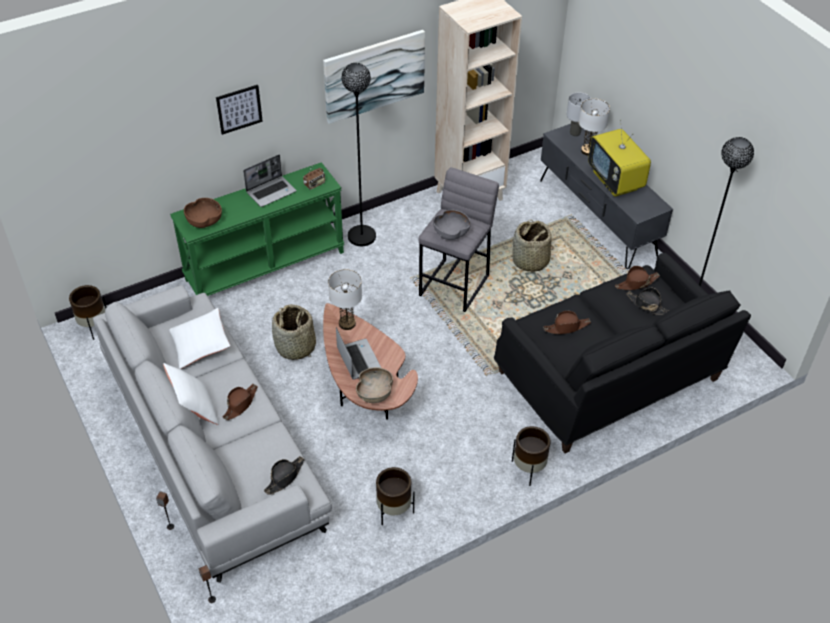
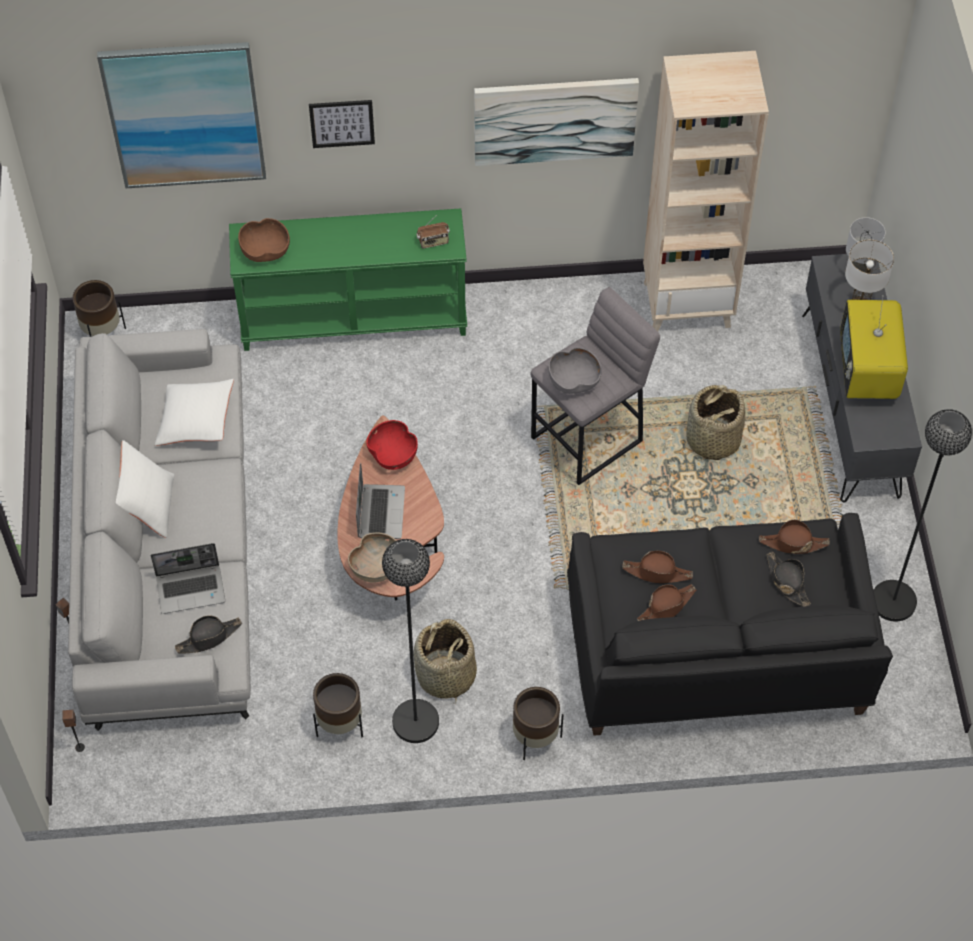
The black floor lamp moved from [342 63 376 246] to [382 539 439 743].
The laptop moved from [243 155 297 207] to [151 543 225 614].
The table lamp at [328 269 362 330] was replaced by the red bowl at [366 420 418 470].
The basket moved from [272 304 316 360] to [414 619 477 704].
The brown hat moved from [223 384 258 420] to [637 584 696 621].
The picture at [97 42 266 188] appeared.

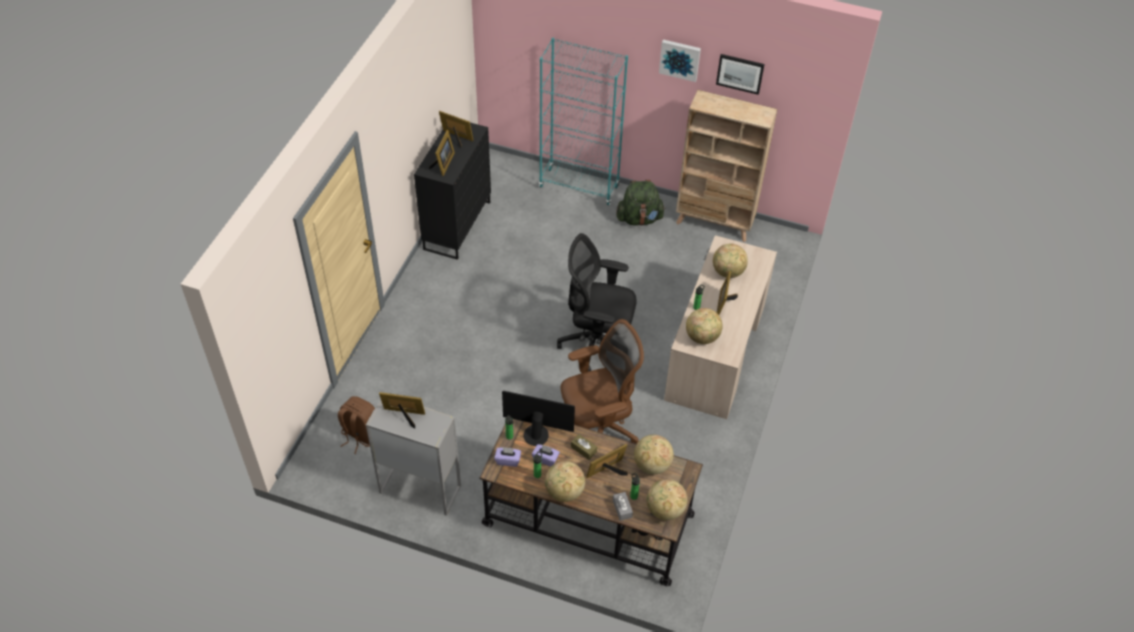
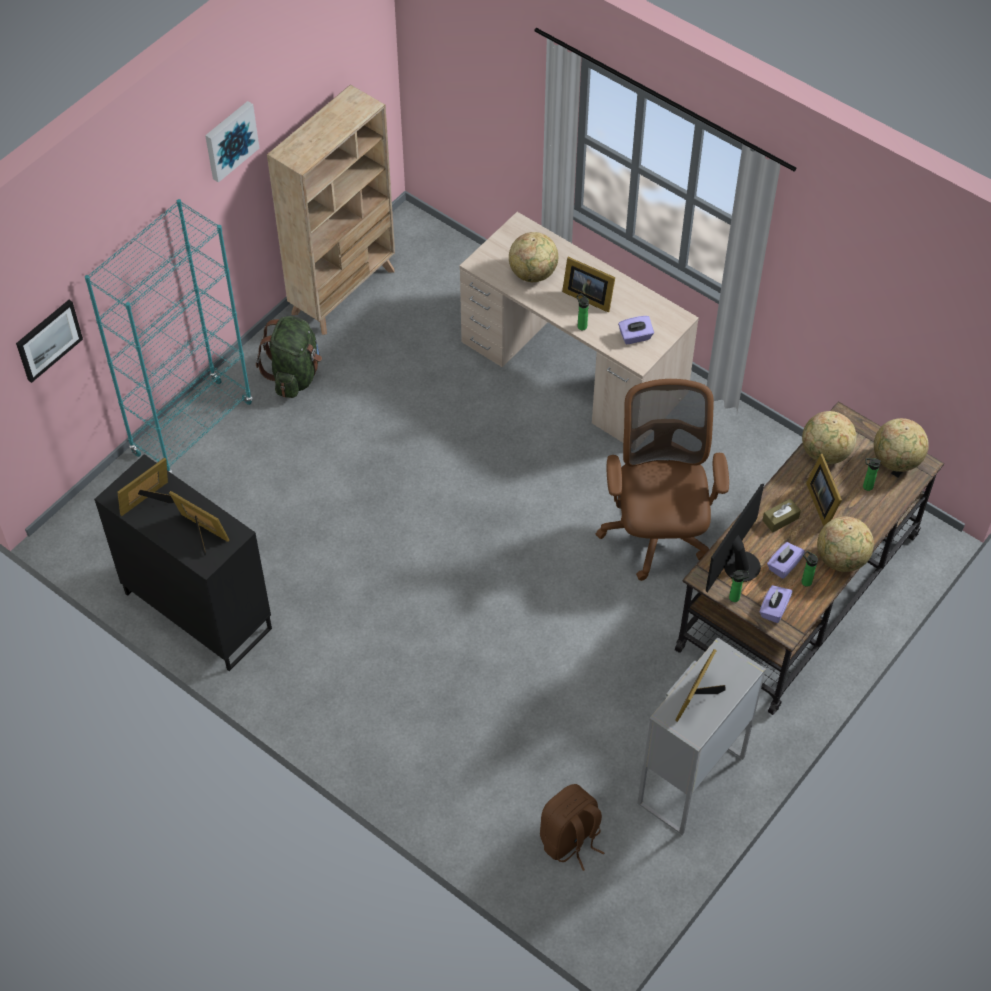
The picture moved from [716 54 764 95] to [16 300 83 383].
The black office chair at [557 233 637 371] disappeared.
The globe at [686 308 723 344] was replaced by the purple tissue box at [618 316 654 345].
The grey tissue box at [613 492 633 521] disappeared.

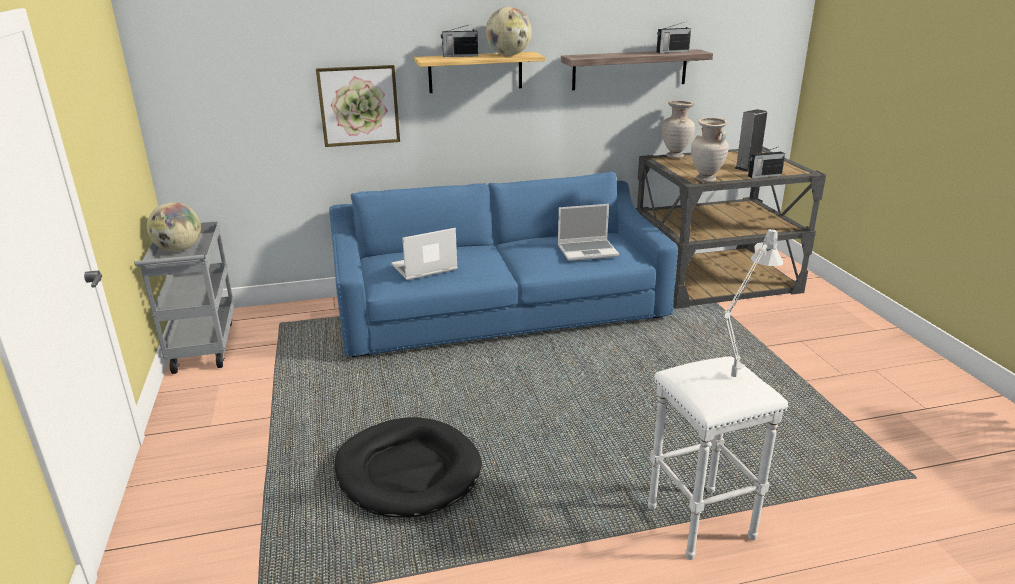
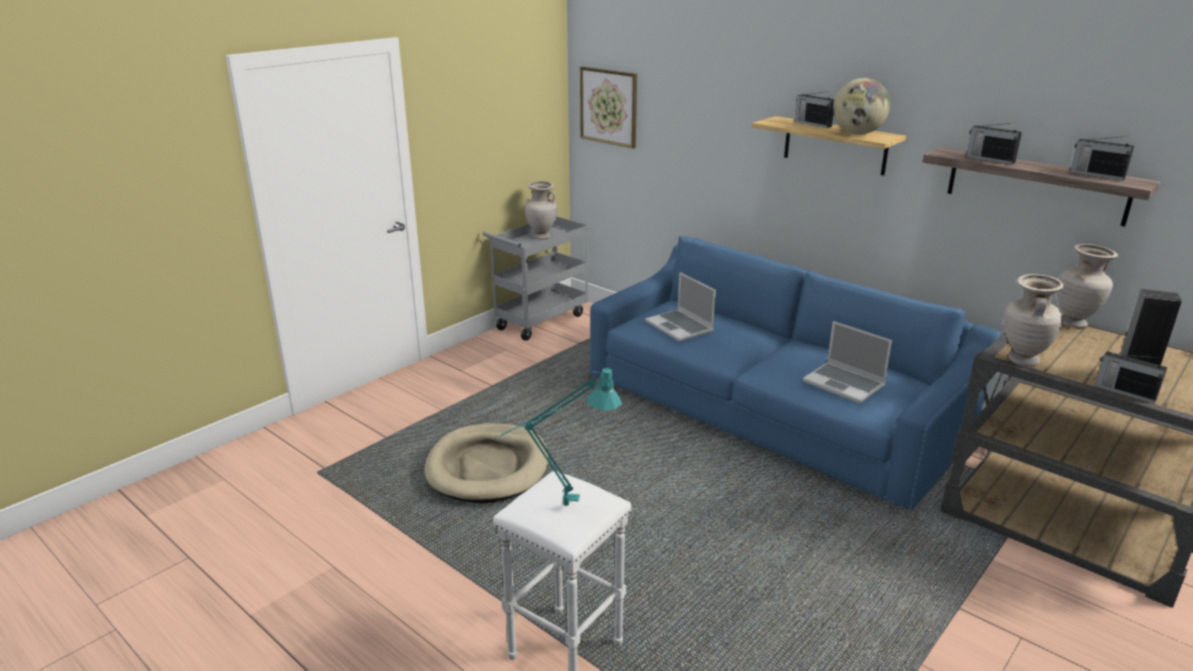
The picture moved from [316 65 400 147] to [580 67 637 149].
The globe at [147 202 201 252] was replaced by the beige vase at [525 181 557 239].
The laptop at [391 228 458 280] turned 150 degrees counterclockwise.
The grey table lamp at [704 229 783 377] became the turquoise table lamp at [494 368 622 506].
The black dog bed at [334 417 482 518] became the beige dog bed at [424 423 549 504].
The radio at [966 123 1022 165] appeared.

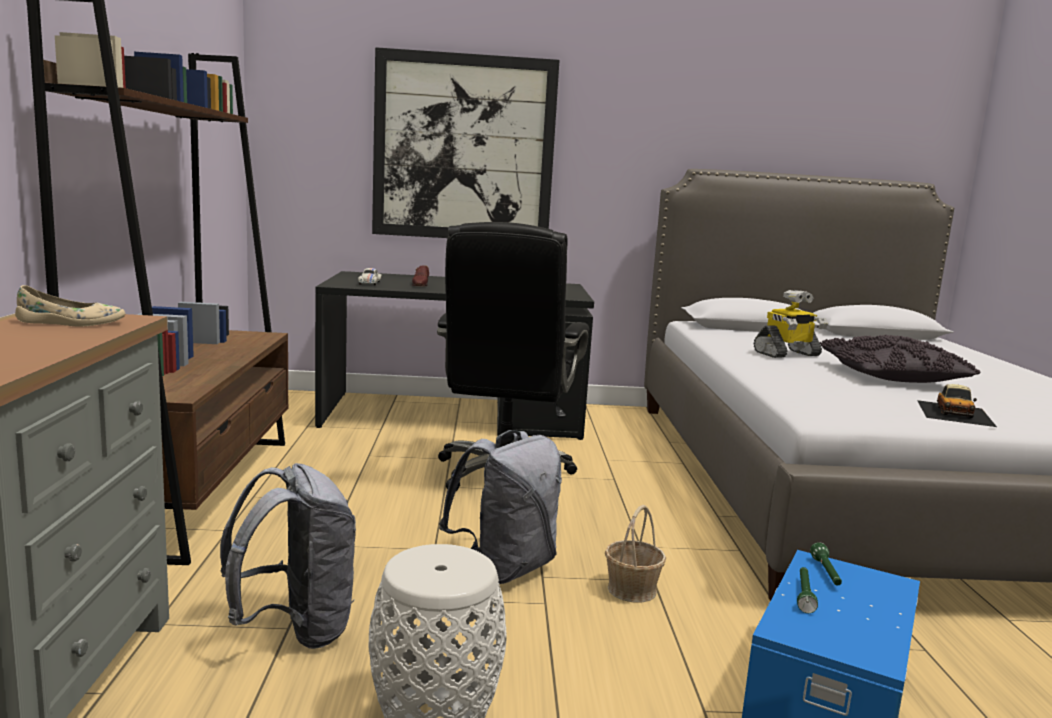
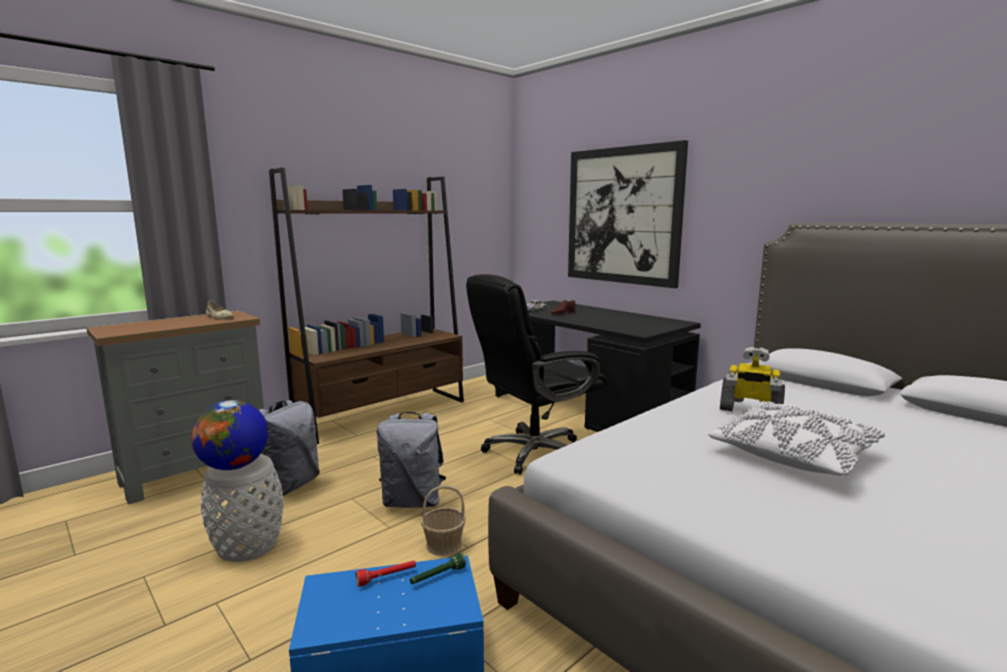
The black pillow at [819 334 981 383] became the white pillow at [708 401 885 476].
The toy car at [917 384 997 427] disappeared.
The green flashlight at [797 567 818 613] became the red flashlight at [356 561 416 587].
The globe at [191 400 268 470] appeared.

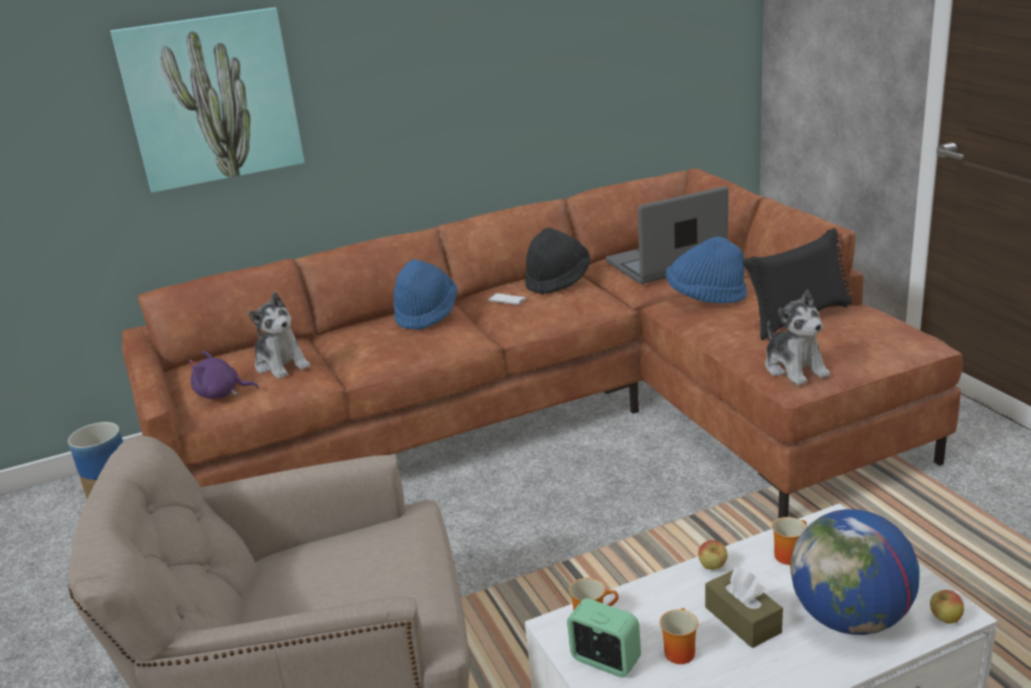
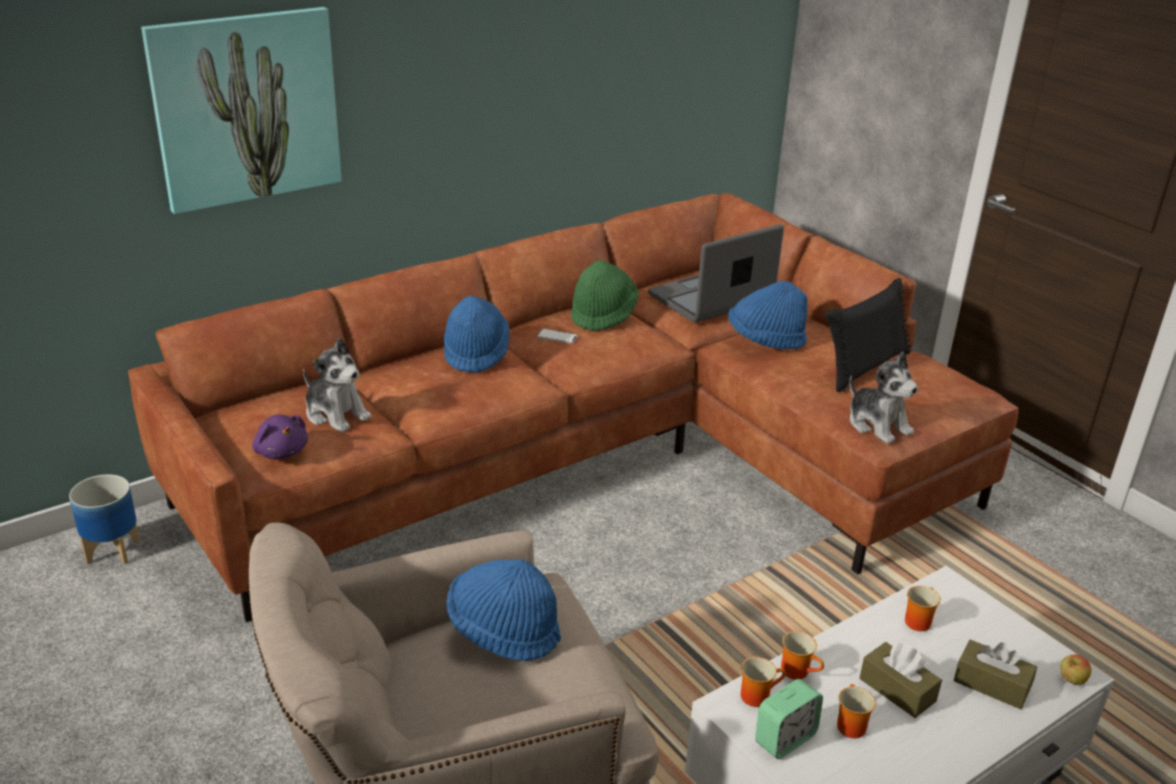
The black hat at [525 228 591 295] became the green hat at [571 260 639 332].
The purple plush toy at [189 351 258 399] turned 120 degrees counterclockwise.
The globe at [790 509 920 635] was replaced by the brown tissue box at [953 639 1037 709].
The apple at [698 540 728 570] disappeared.
The alarm clock at [567 598 641 677] turned 120 degrees clockwise.
The blue hat at [446 559 561 661] appeared.
The mug at [781 631 824 680] appeared.

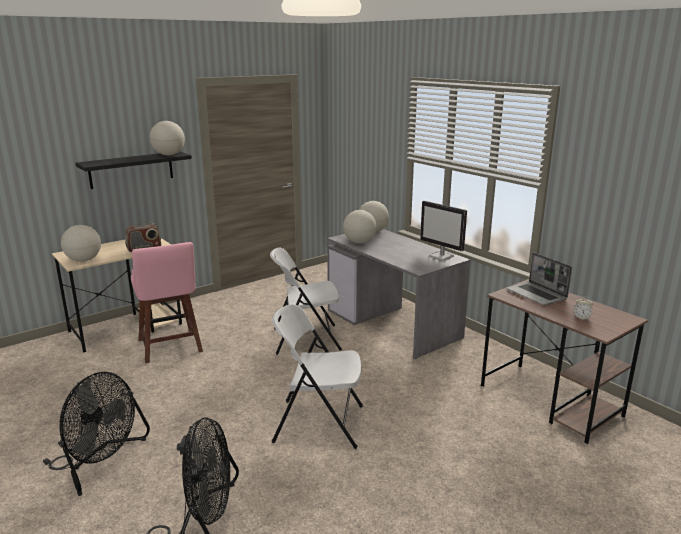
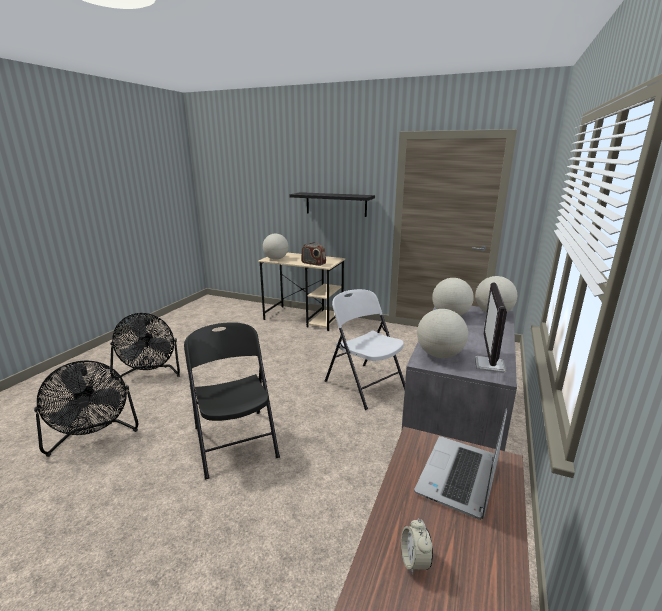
The globe moved from [149 121 185 155] to [417 309 468 358].
The pink stool at [131 242 203 363] disappeared.
The white chair at [272 304 363 449] became the black chair at [184 322 280 480].

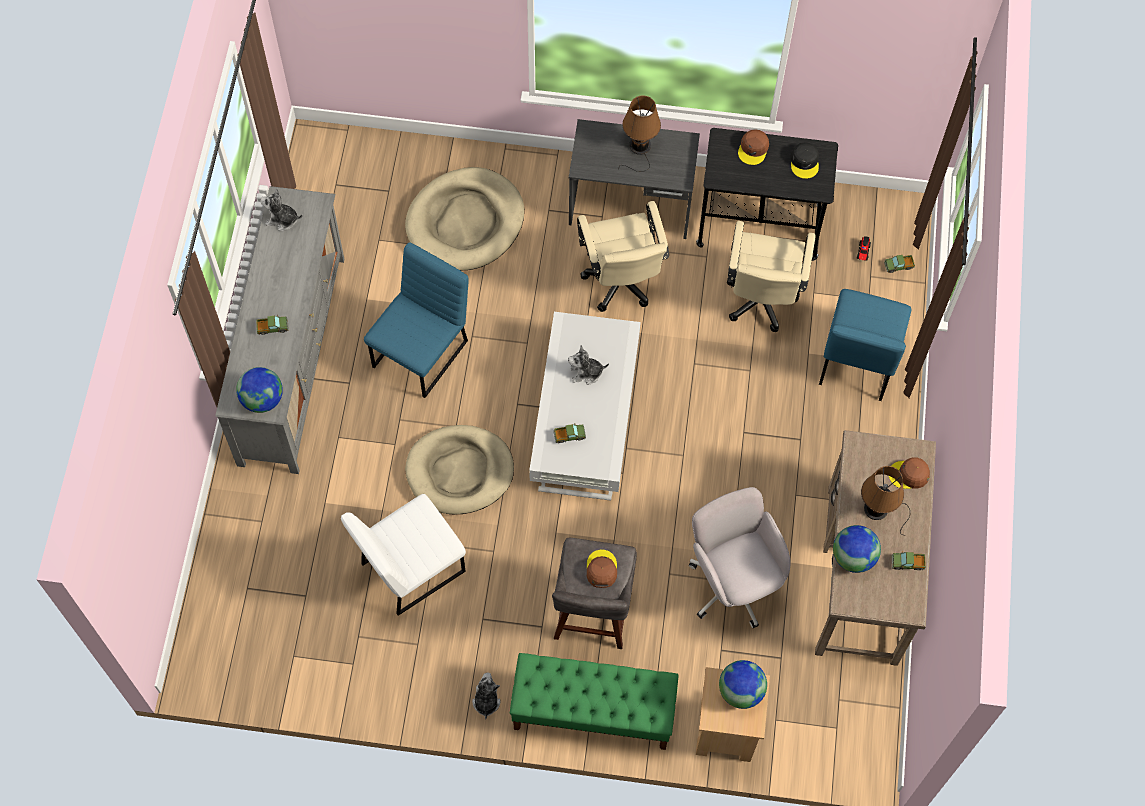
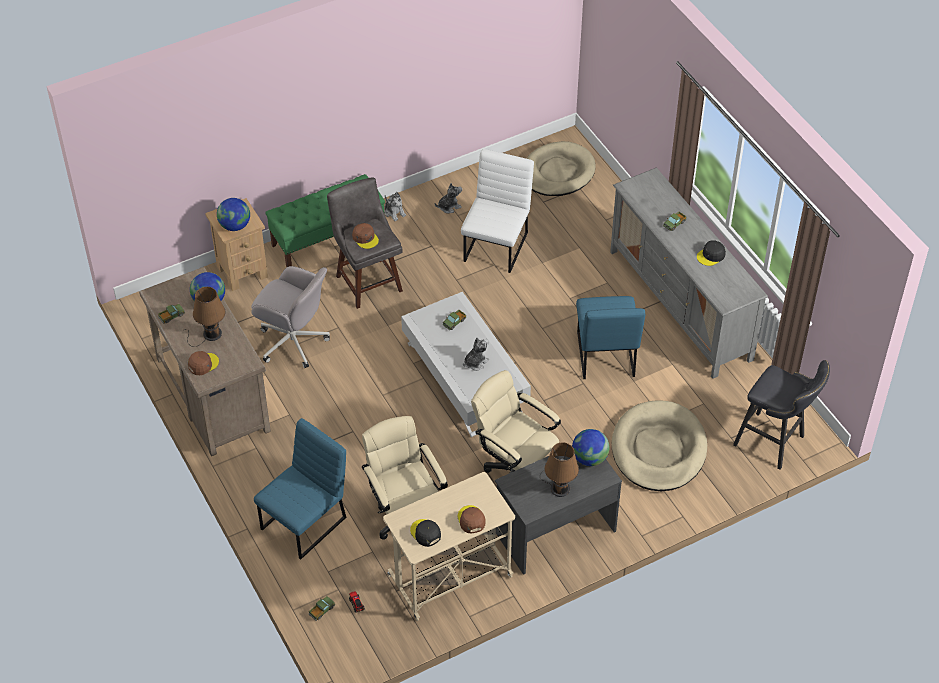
The black desk at [696 128 838 261] became the beige desk at [383 472 515 621].
The plush toy moved from [260 188 302 231] to [435 183 462 213].
The blue chair at [819 289 912 401] turned 60 degrees clockwise.
The globe moved from [236 367 283 413] to [572 429 610 466].
The beige dog bed moved from [405 425 514 514] to [526 141 596 196].
The black cap at [697 240 726 266] appeared.
The black stool at [733 360 830 469] appeared.

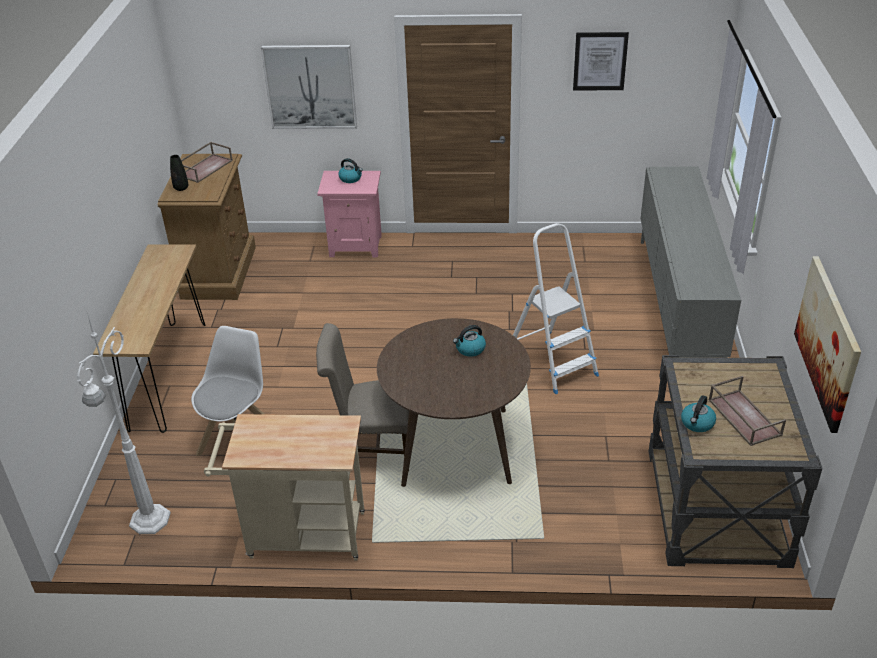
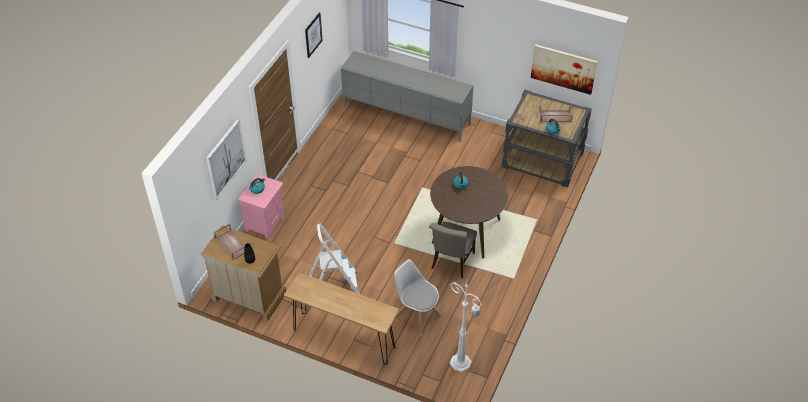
The white step ladder moved from [513 223 599 394] to [309 224 361 295].
The beige cart at [204 414 365 561] disappeared.

